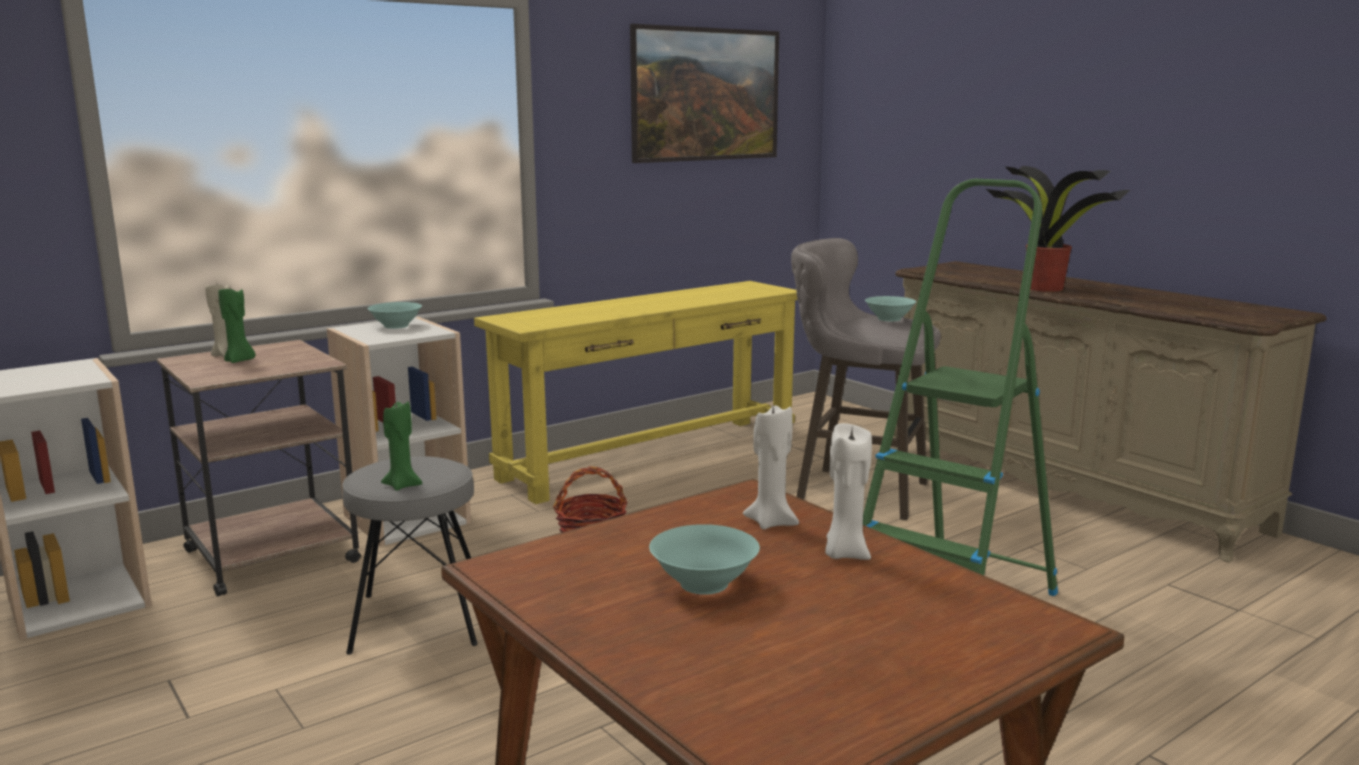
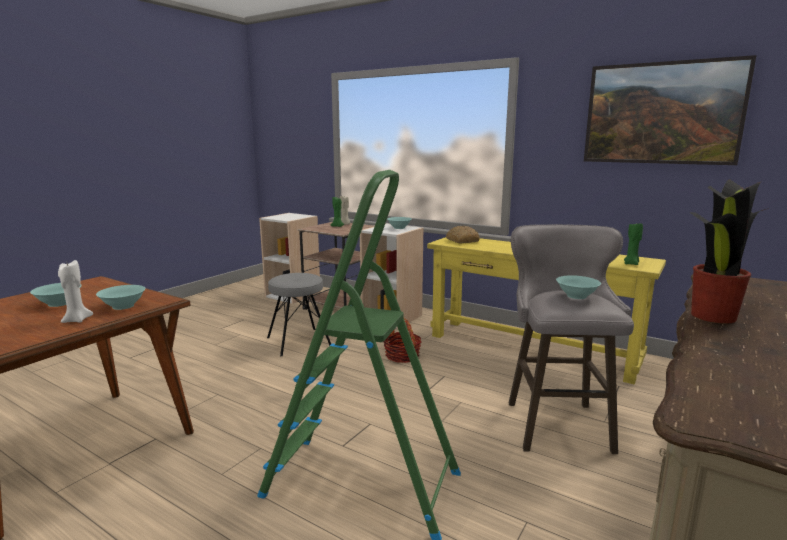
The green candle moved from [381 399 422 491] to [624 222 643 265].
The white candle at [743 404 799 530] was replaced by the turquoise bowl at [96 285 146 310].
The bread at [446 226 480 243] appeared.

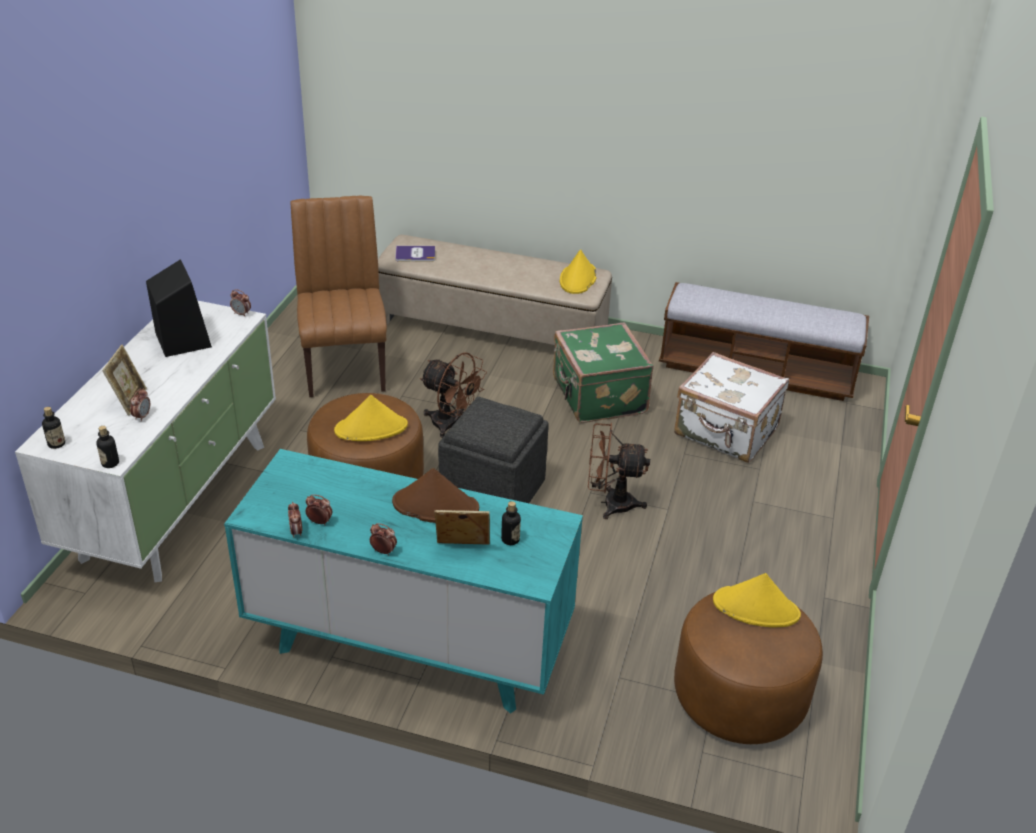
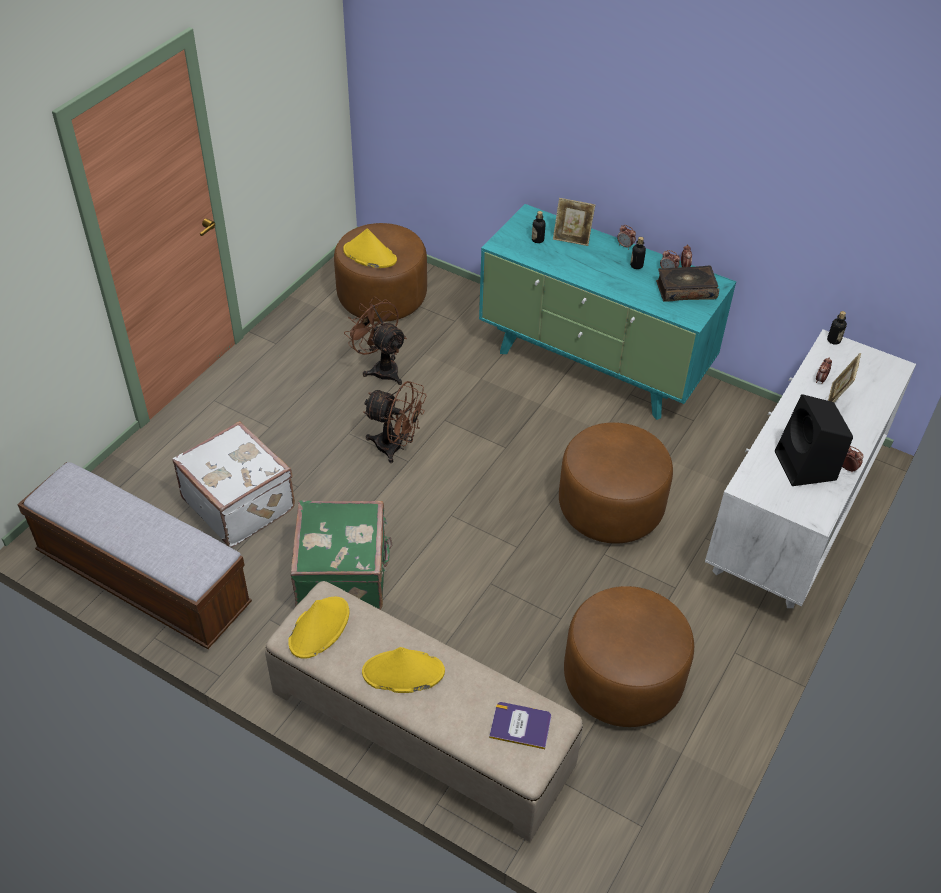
The brown chair at [291 196 387 397] was replaced by the brown ottoman at [564 586 694 727].
The alarm clock moved from [230 289 251 317] to [842 446 864 473].
The brown fan moved from [420 352 487 438] to [344 296 407 385].
The yellow hat moved from [334 395 408 441] to [362 647 445 693].
The grey ottoman at [438 397 549 503] disappeared.
The bottle moved from [42 407 65 449] to [630 237 646 269].
The brown hat at [392 468 479 523] disappeared.
The book at [656 266 719 302] appeared.

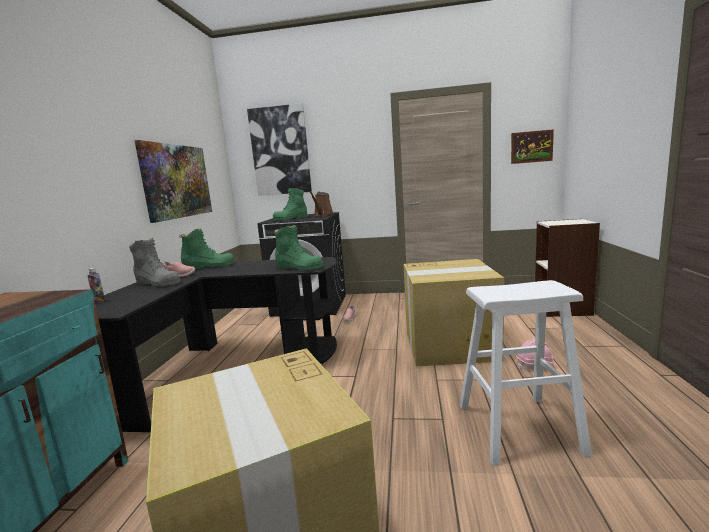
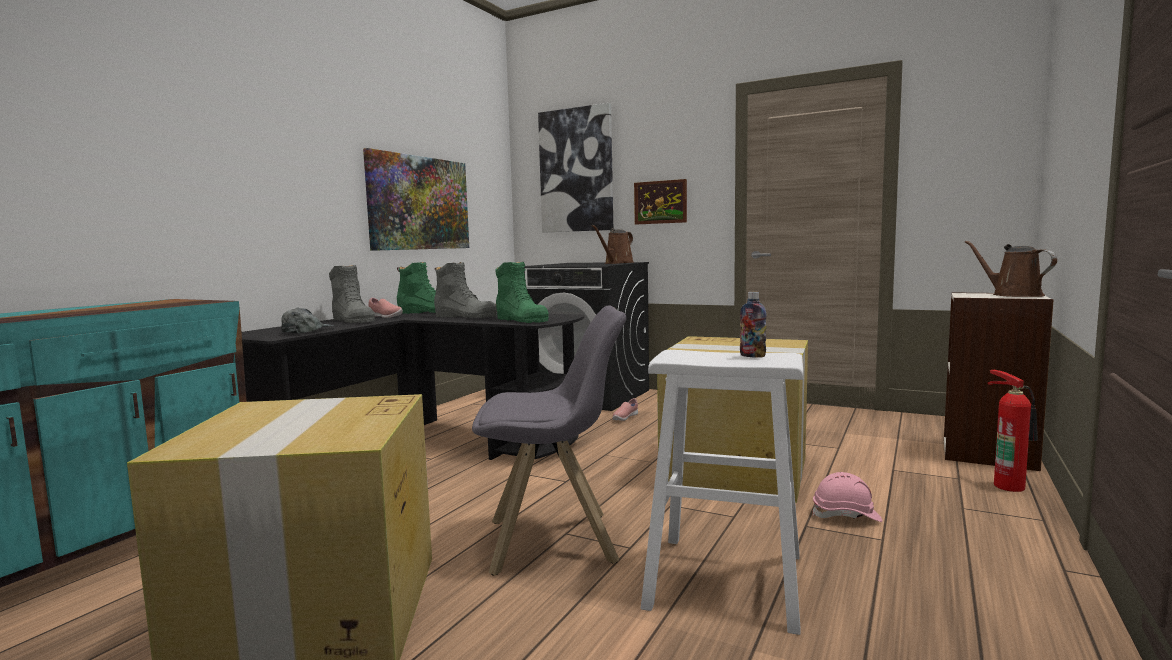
The picture moved from [511 129 554 164] to [634 179 687 225].
The green boot at [273 188 307 221] disappeared.
The bottle moved from [87 268 105 303] to [740 292 767 358].
The brown watering can at [965 241 1057 297] appeared.
The grey boot at [434 262 497 318] appeared.
The grey chair at [472 305 626 575] appeared.
The grey cap at [281 308 334 334] appeared.
The fire extinguisher at [988 370 1038 492] appeared.

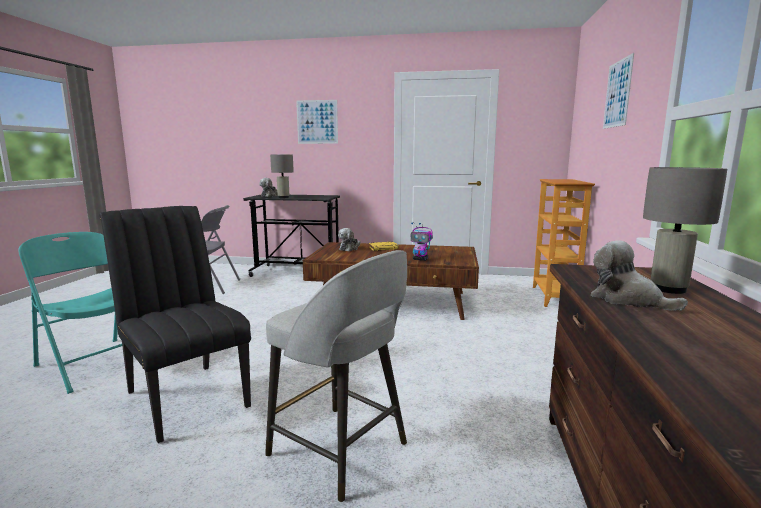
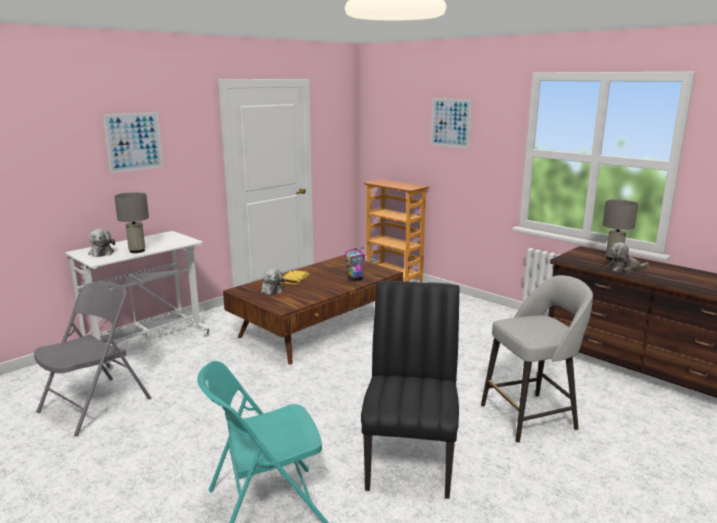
The black desk at [243 195 340 277] became the white desk at [65 231 209 370].
The black chair at [99 206 251 443] turned 105 degrees clockwise.

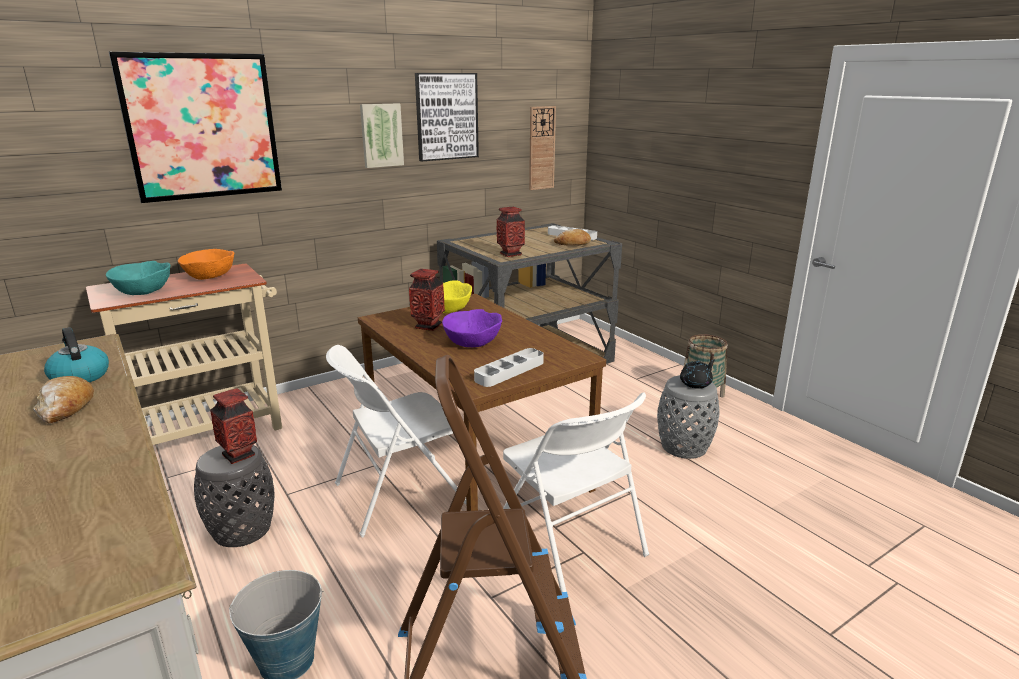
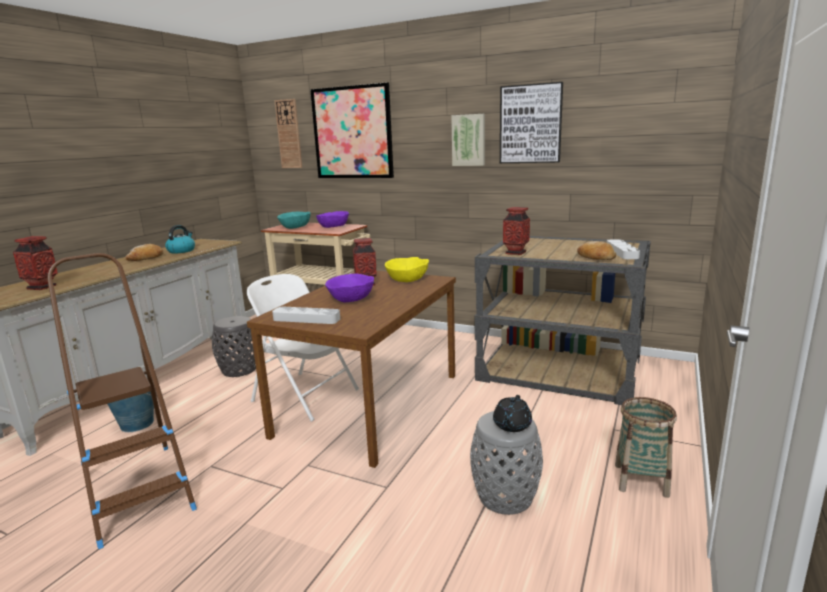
The wall clock moved from [529 106 556 190] to [274 99 302 168].
The orange bowl at [178 249 234 280] became the purple bowl at [316 211 349 228].
The black teapot at [680 360 715 389] turned 90 degrees clockwise.
The vase moved from [210 388 257 464] to [13 236 58 290].
The white chair at [503 392 649 593] disappeared.

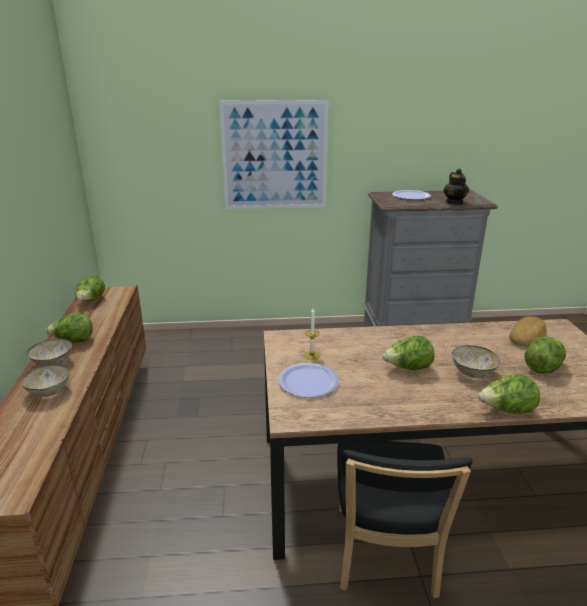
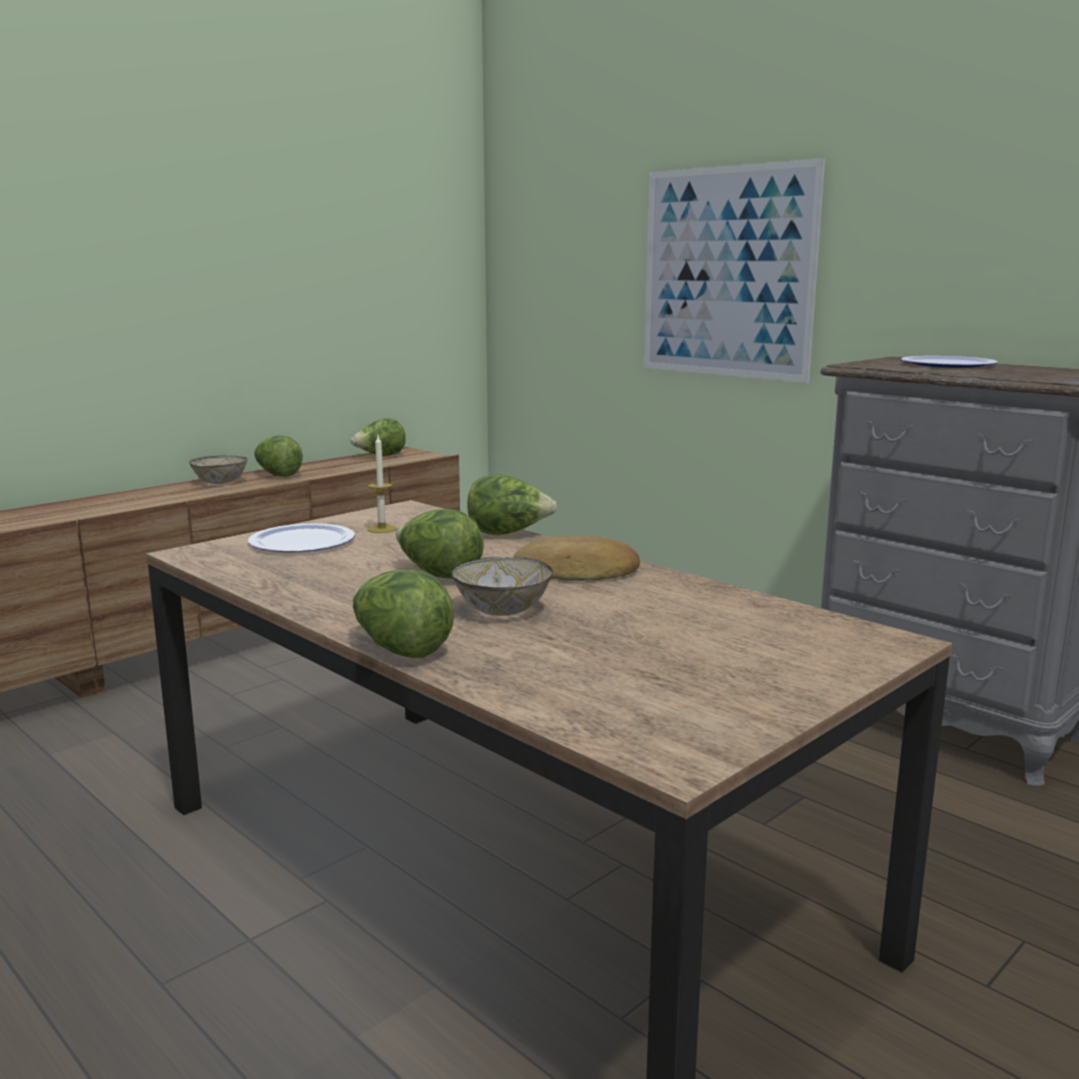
The teapot at [443 169 469 205] disappeared.
The bread moved from [509 316 547 346] to [513 536 640 581].
The lettuce moved from [525 337 566 374] to [467 474 557 535].
The bowl at [21 364 70 397] disappeared.
The black chair at [337 441 473 598] disappeared.

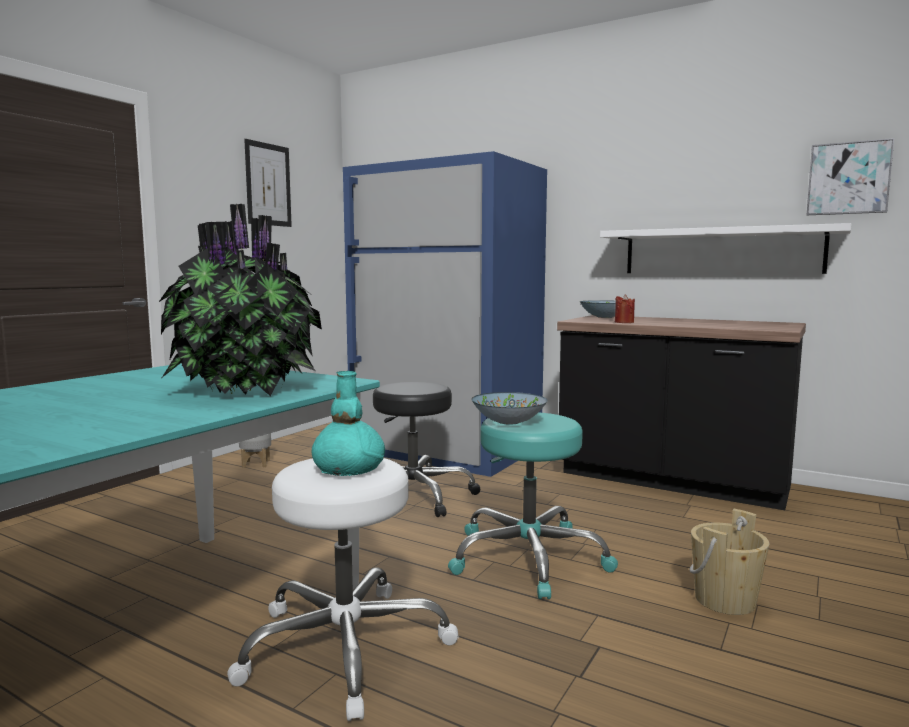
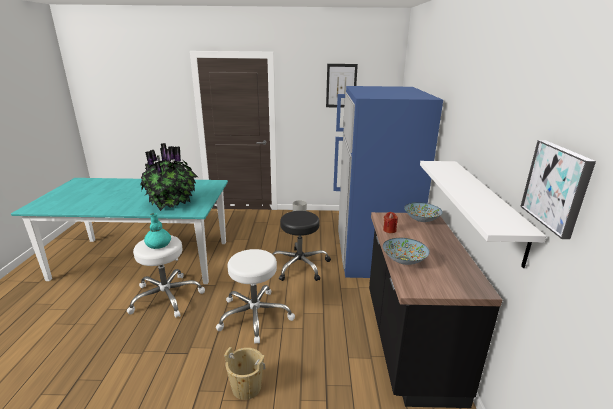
The bowl moved from [471 392 548 425] to [383 238 430 265].
The turquoise stool at [448 412 618 599] became the white stool at [216 249 295 344].

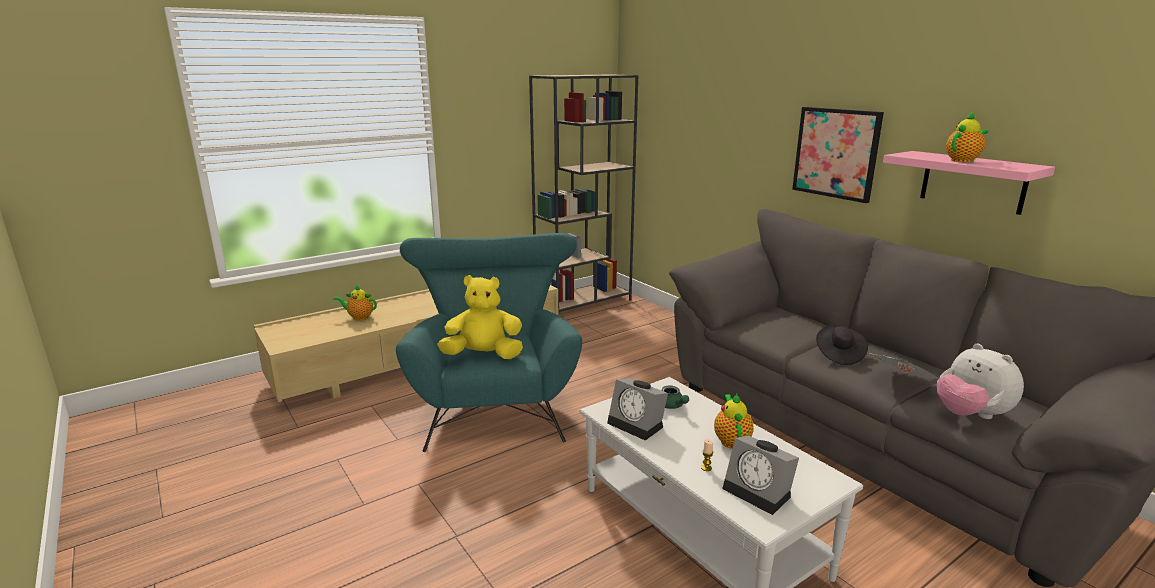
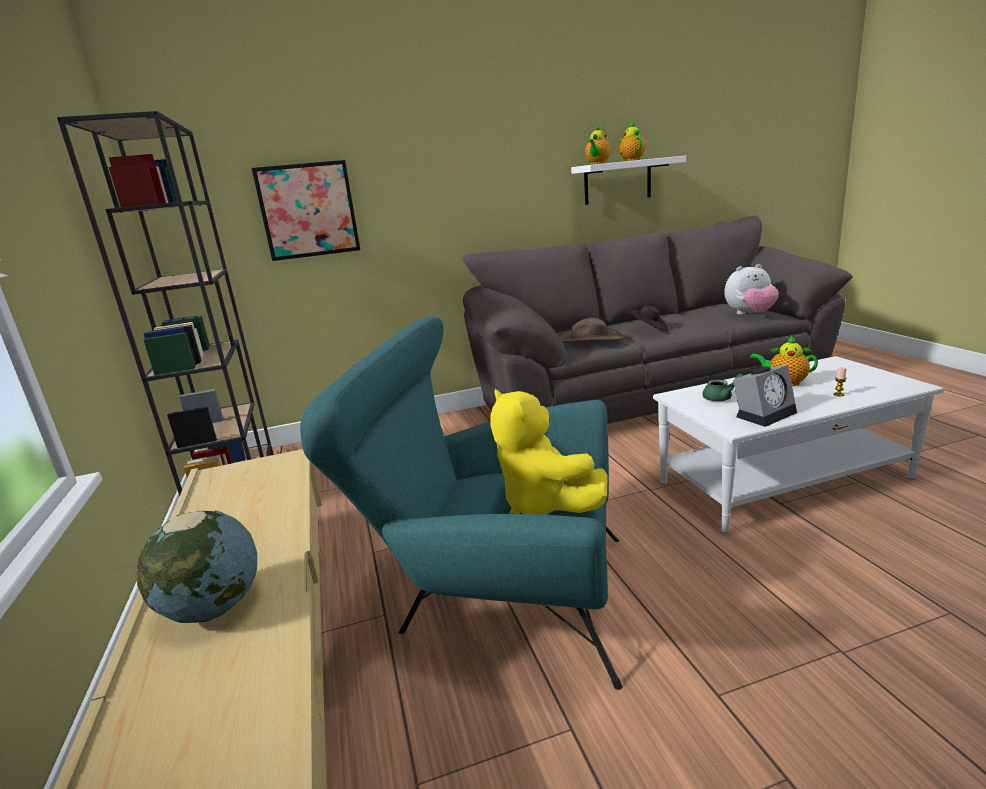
The picture moved from [792 107 884 203] to [252 160 360 261].
The pink shelf at [883 151 1055 215] became the white shelf at [571 155 686 205].
The yellow plush toy at [437 275 523 359] turned 45 degrees counterclockwise.
The teapot moved from [334 284 377 320] to [585 125 611 165].
The newspaper at [870 353 939 379] disappeared.
The alarm clock at [722 436 799 515] disappeared.
The brown hat at [559 318 623 343] appeared.
The globe at [136 510 257 623] appeared.

